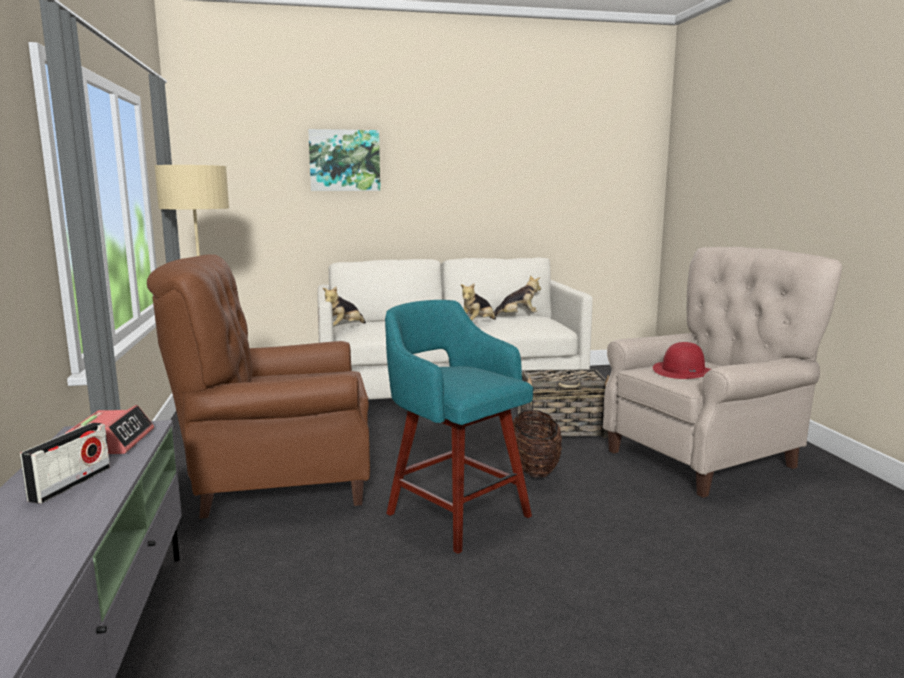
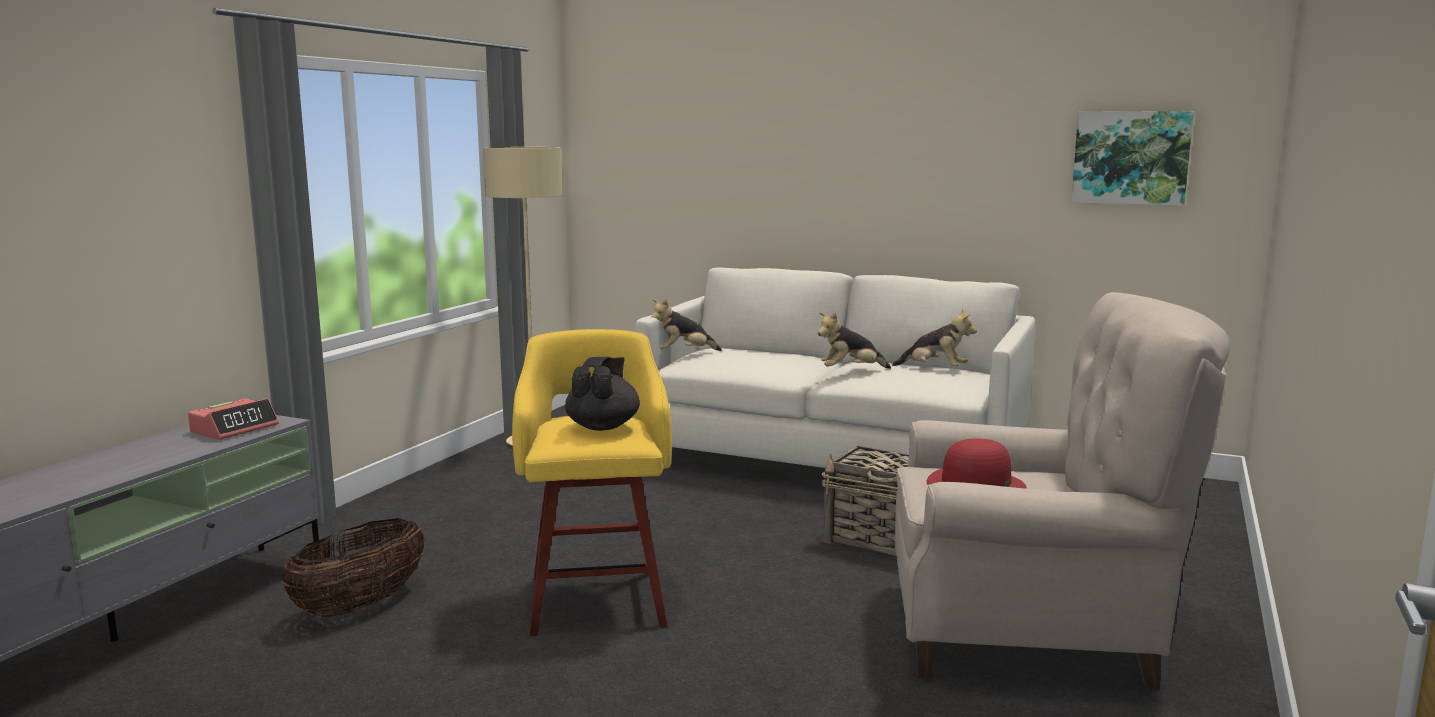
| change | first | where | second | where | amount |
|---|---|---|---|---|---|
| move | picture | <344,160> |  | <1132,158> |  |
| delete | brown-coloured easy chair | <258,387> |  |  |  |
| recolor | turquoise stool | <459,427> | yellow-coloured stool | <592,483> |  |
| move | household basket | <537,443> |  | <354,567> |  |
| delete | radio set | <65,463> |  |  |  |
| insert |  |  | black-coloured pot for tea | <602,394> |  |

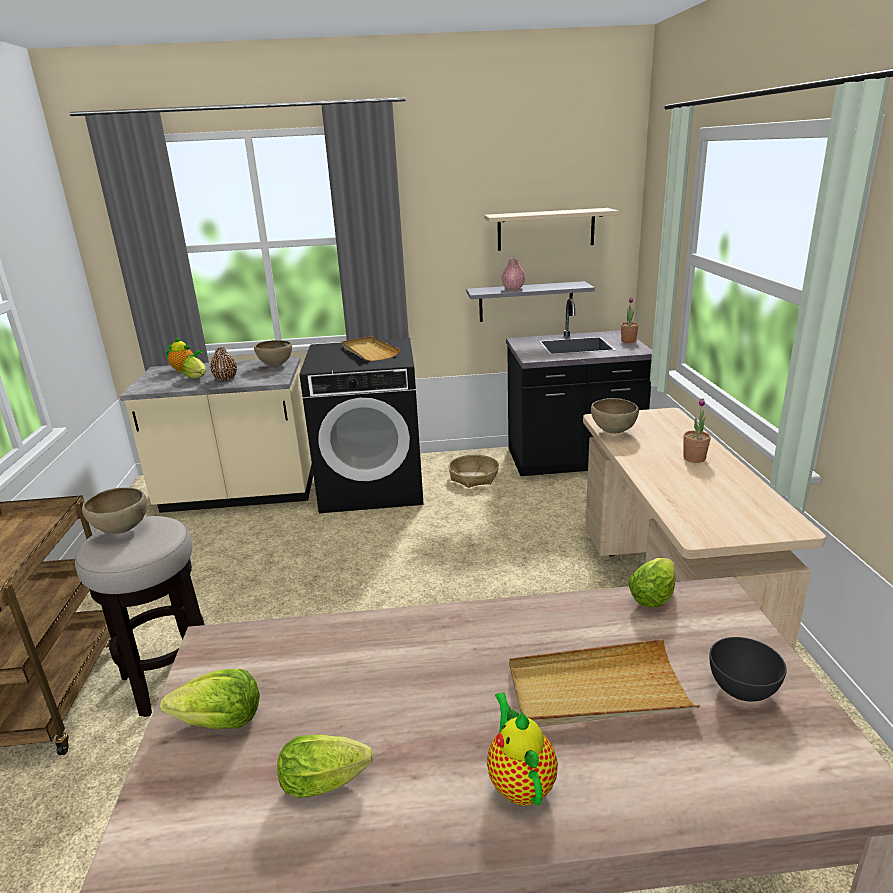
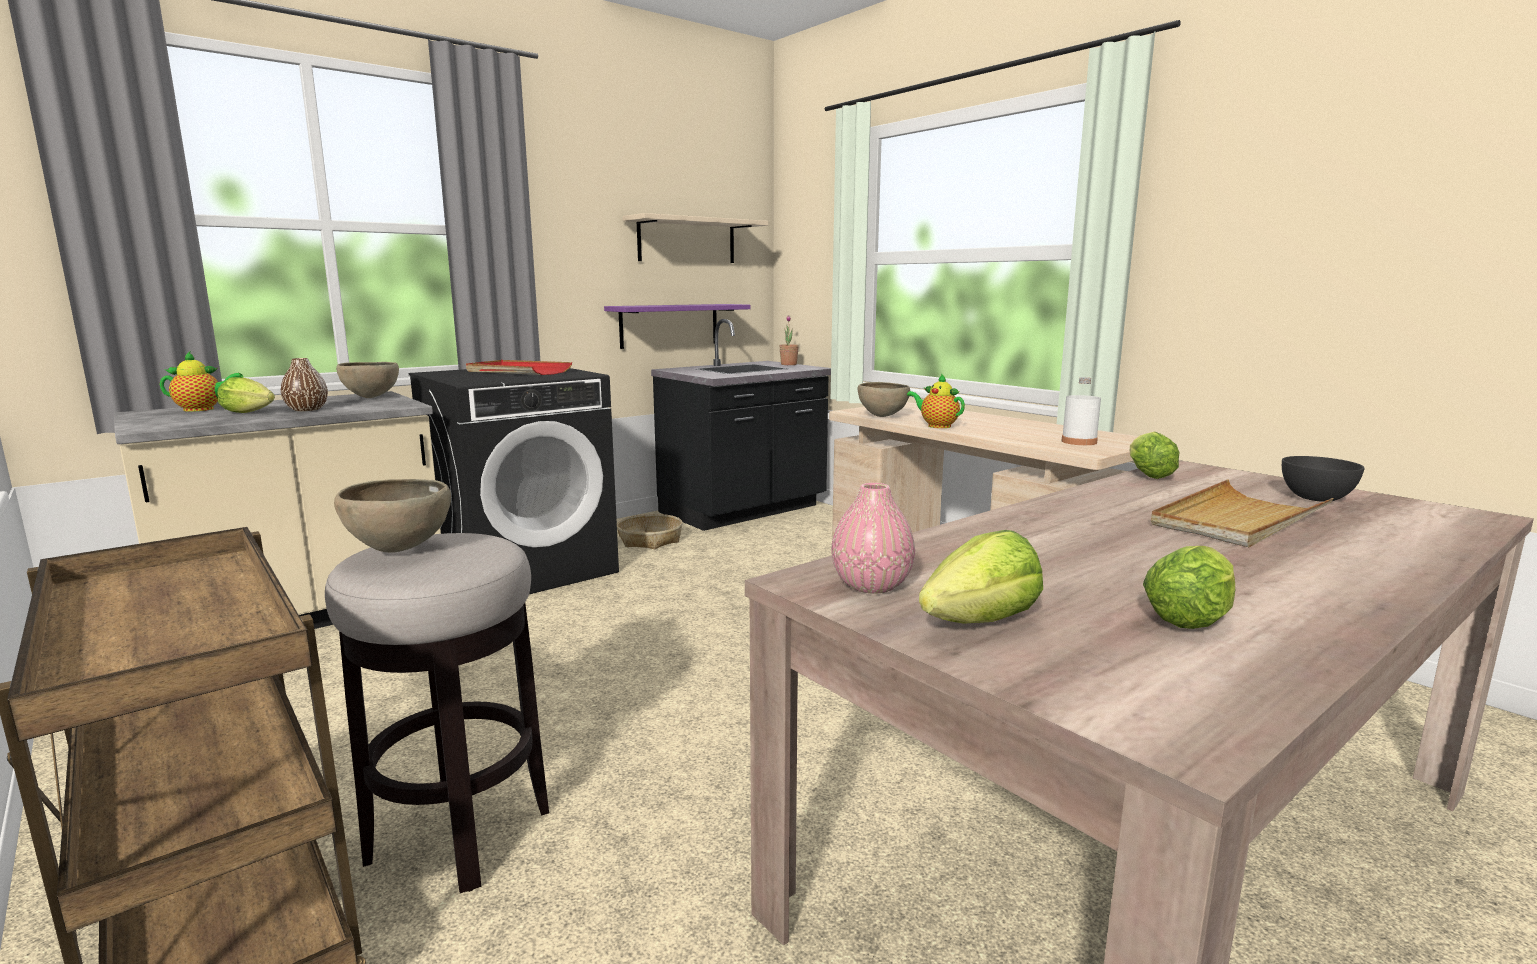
| change | first | where | second | where | amount |
|---|---|---|---|---|---|
| move | pinkish decorative vase | <513,274> |  | <873,538> |  |
| recolor | grey wall shelf | <530,301> | purple wall shelf | <677,326> |  |
| recolor | sand-coloured tray | <371,348> | reddish tray | <519,367> |  |
| delete | plant in a pot | <697,430> |  |  |  |
| move | pot for tea | <522,749> |  | <936,400> |  |
| insert |  |  | white-coloured bottle | <1081,411> |  |

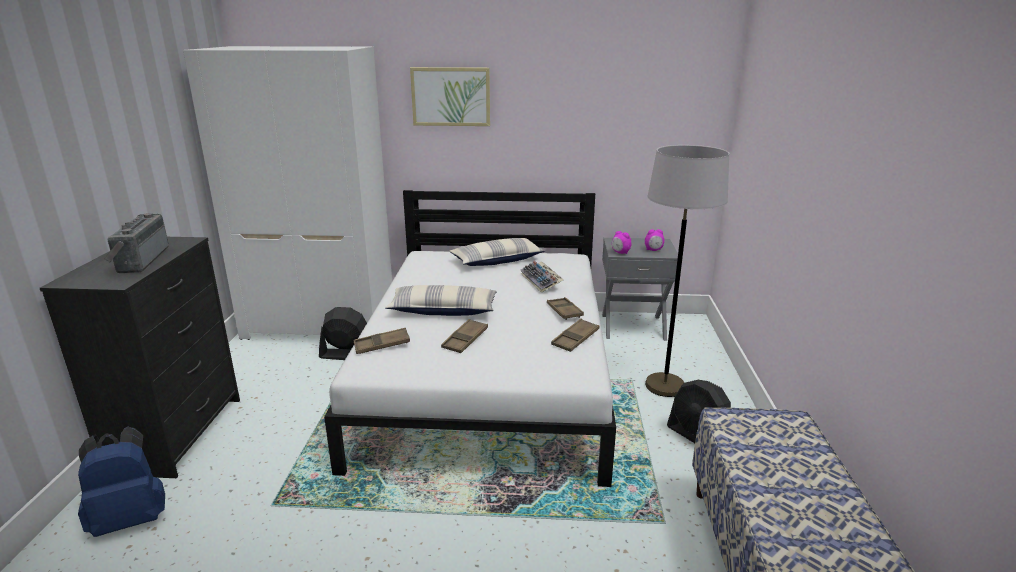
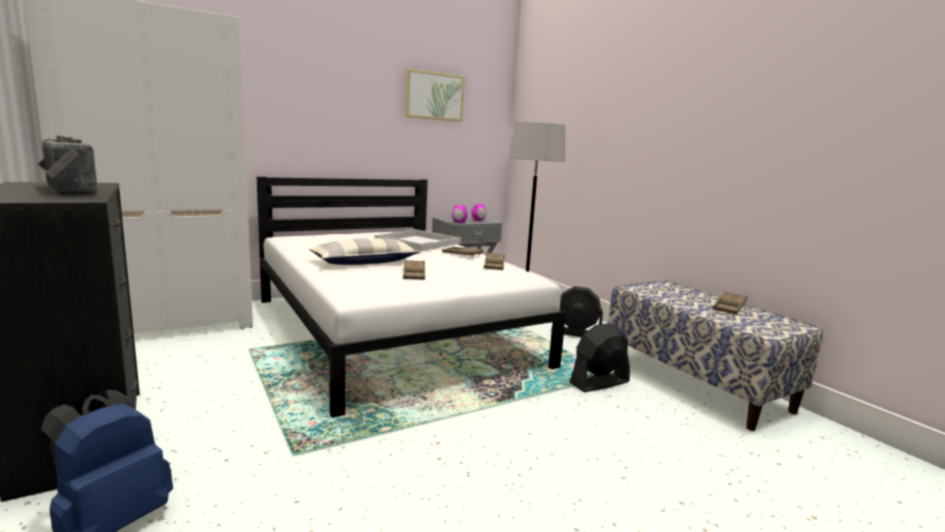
| change | first | where | second | where | amount |
|---|---|---|---|---|---|
| move | picture | <450,96> |  | <435,95> |  |
| delete | pillow | <497,252> |  |  |  |
| replace | keyboard | <542,277> | white-coloured tray | <418,240> |  |
| move | black-coloured electric fan | <343,333> |  | <599,357> |  |
| move | brown-coloured tray | <381,341> |  | <730,302> |  |

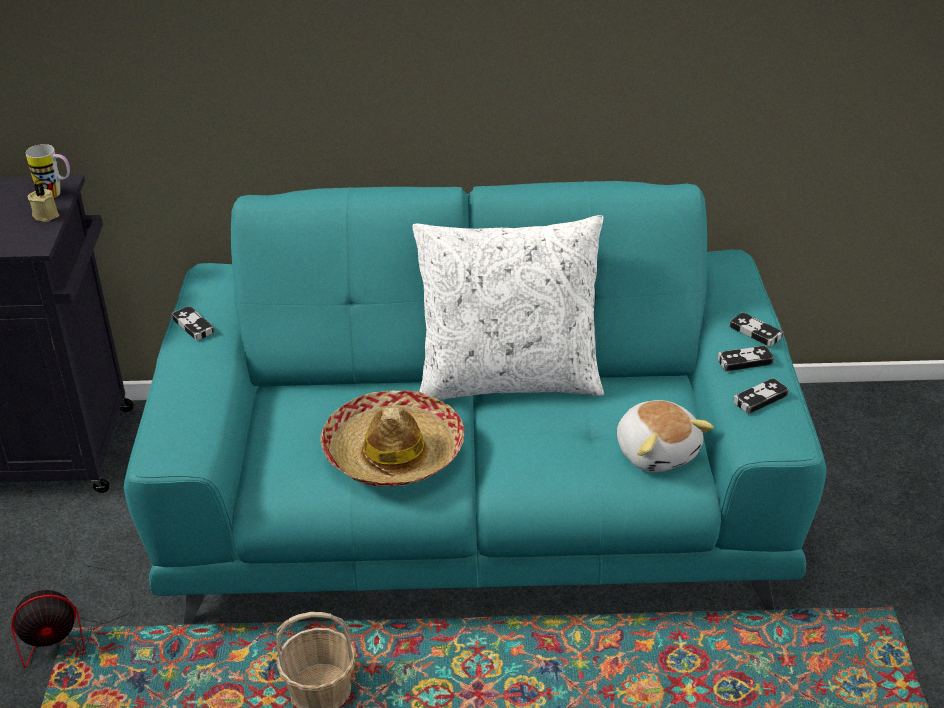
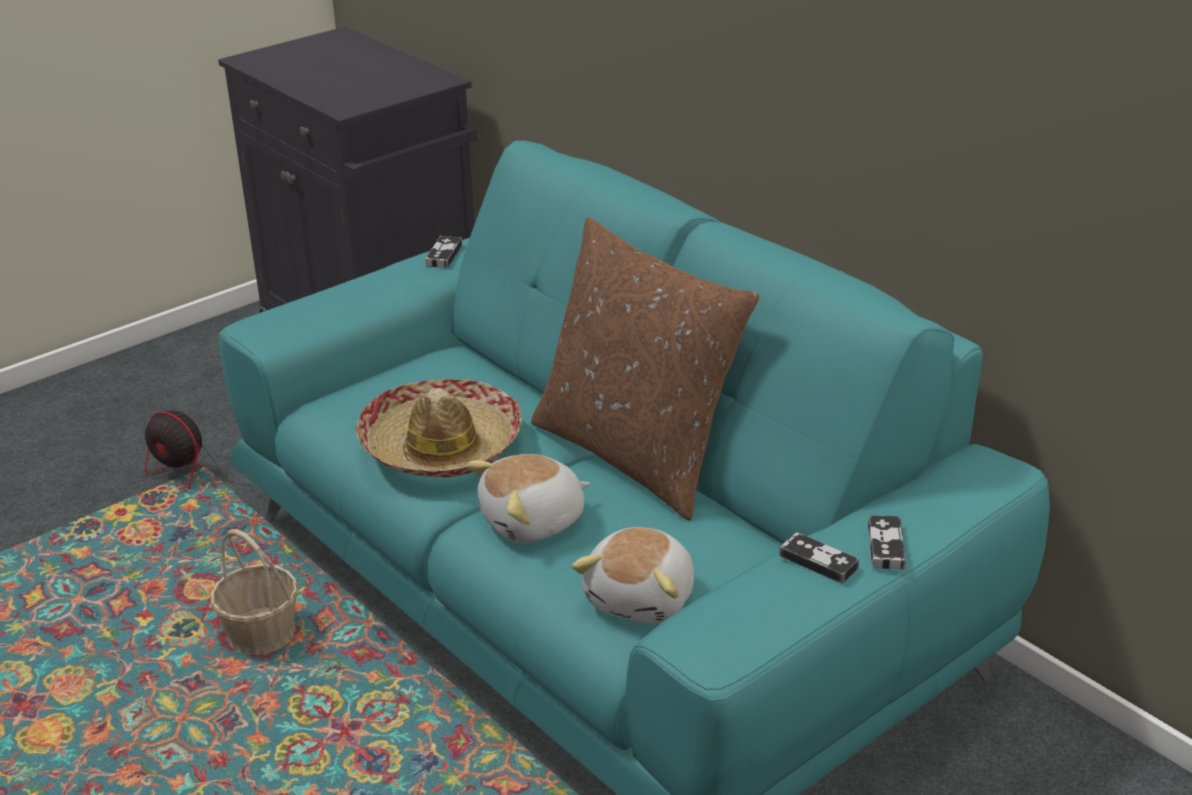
| change | first | where | second | where | amount |
|---|---|---|---|---|---|
| delete | mug | <48,171> |  |  |  |
| delete | sand-coloured wax light | <43,202> |  |  |  |
| recolor | white-coloured pillow | <508,307> | brown-coloured pillow | <645,369> |  |
| delete | gamepad | <761,396> |  |  |  |
| insert |  |  | cuddly toy | <528,498> |  |

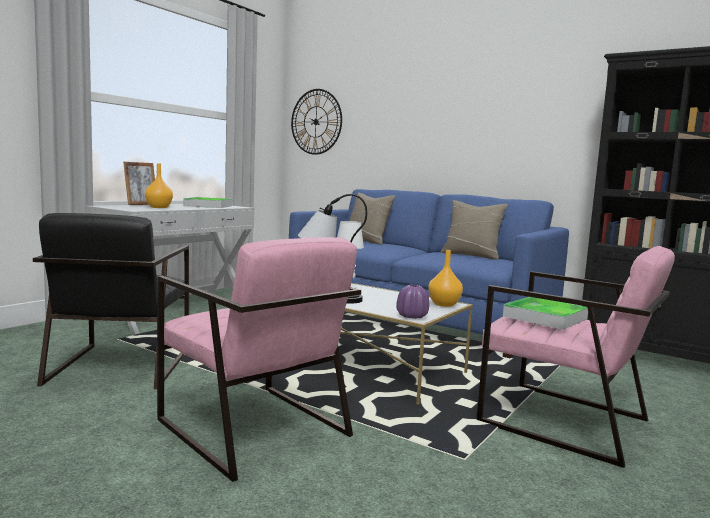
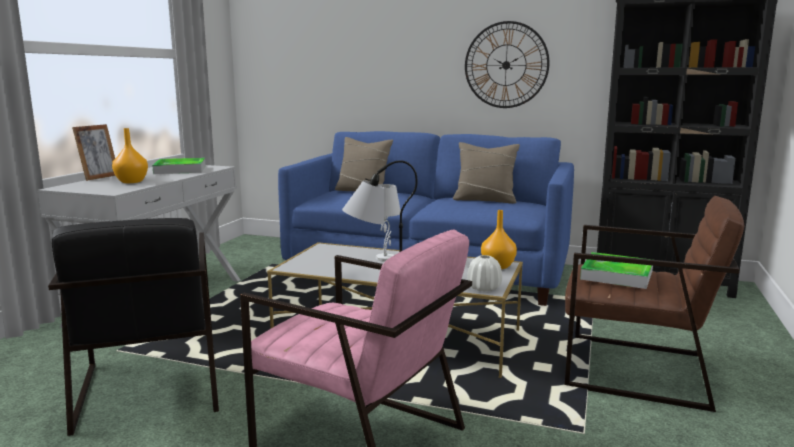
| change | first | where | second | where | amount |
|---|---|---|---|---|---|
| move | clock on the wall | <316,122> |  | <507,64> |  |
| recolor | pinkish easy chair | <576,357> | brown-coloured easy chair | <654,304> |  |
| recolor | purple decorative vase | <412,302> | white-coloured decorative vase | <484,273> |  |

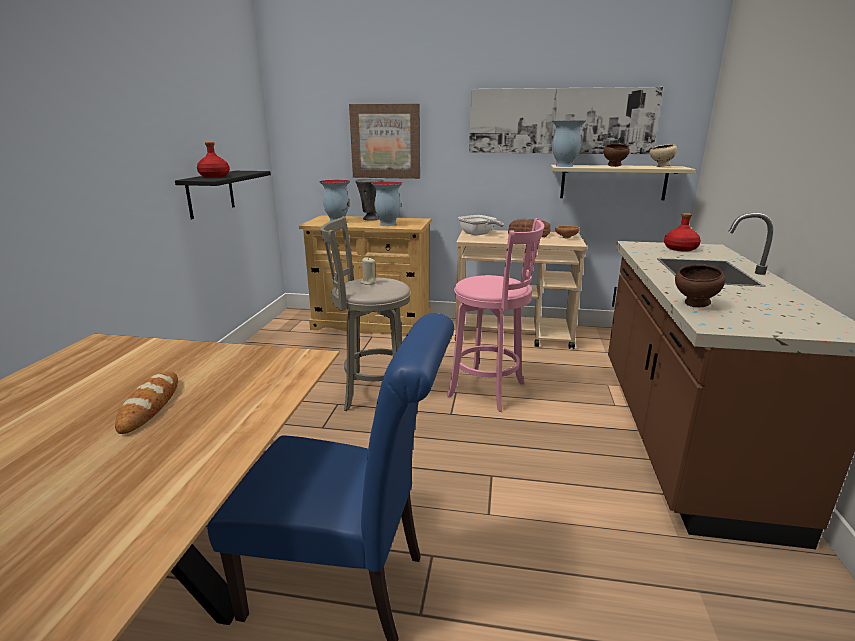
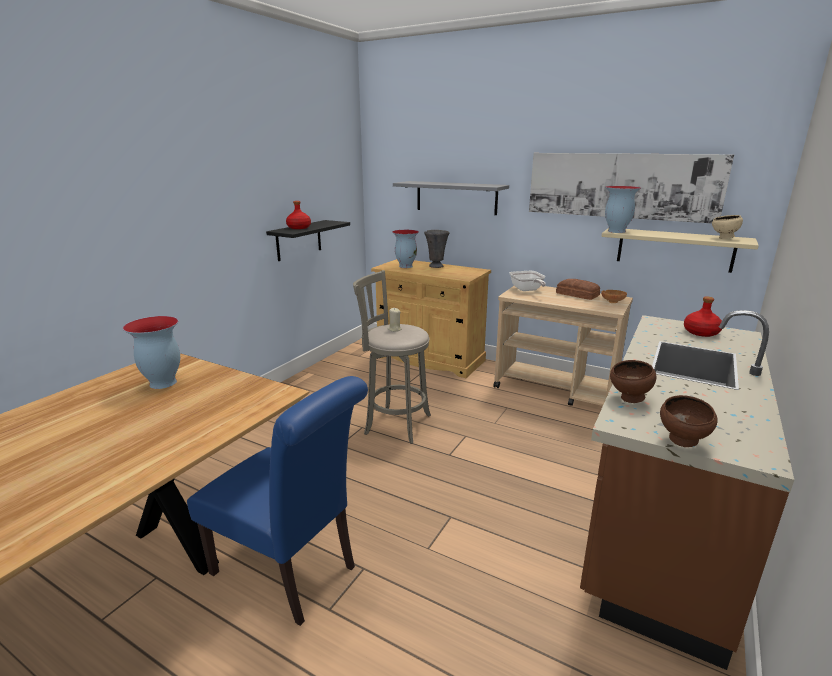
| change | first | where | second | where | amount |
|---|---|---|---|---|---|
| replace | picture | <384,141> | grey wall shelf | <451,198> |  |
| move | brown-coloured serving bowl | <616,155> |  | <689,421> |  |
| move | decorative vase | <387,203> |  | <151,352> |  |
| delete | pinkish stool | <495,315> |  |  |  |
| delete | baked bread | <146,402> |  |  |  |

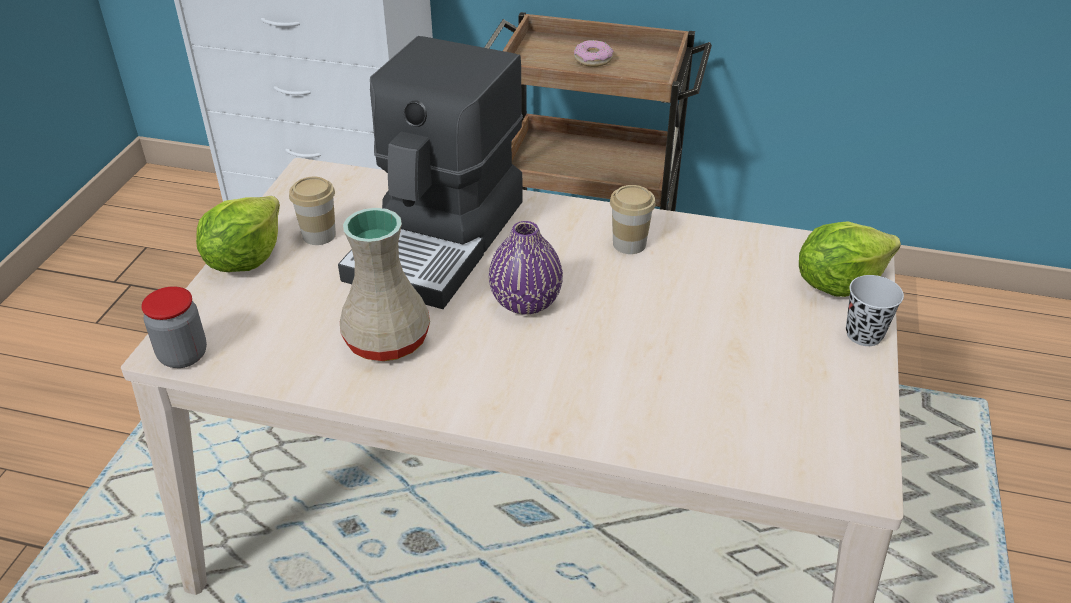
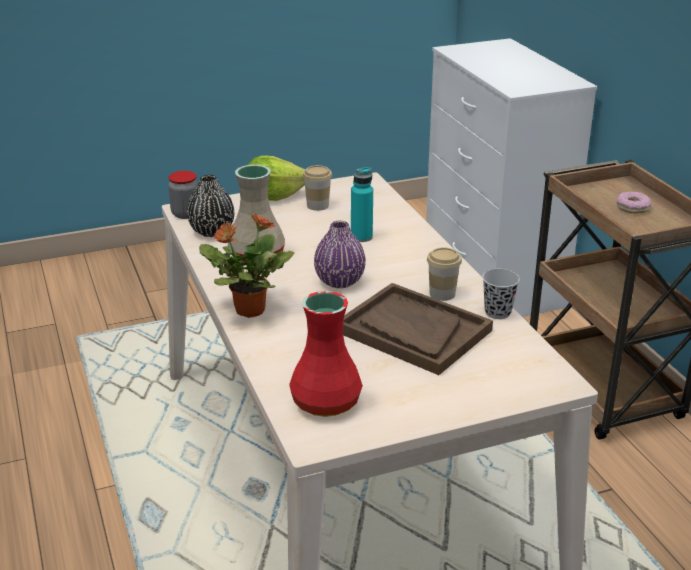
| change | first | where | second | where | amount |
|---|---|---|---|---|---|
| replace | coffee maker | <430,172> | turquoise bottle | <362,204> |  |
| delete | lettuce head | <850,259> |  |  |  |
| move | black-coloured drinking cup | <875,310> |  | <501,294> |  |
| insert |  |  | black-coloured decorative vase | <211,206> |  |
| insert |  |  | plant in a pot | <247,265> |  |
| insert |  |  | brown-coloured tray | <418,329> |  |
| insert |  |  | reddish decorative vase | <326,354> |  |

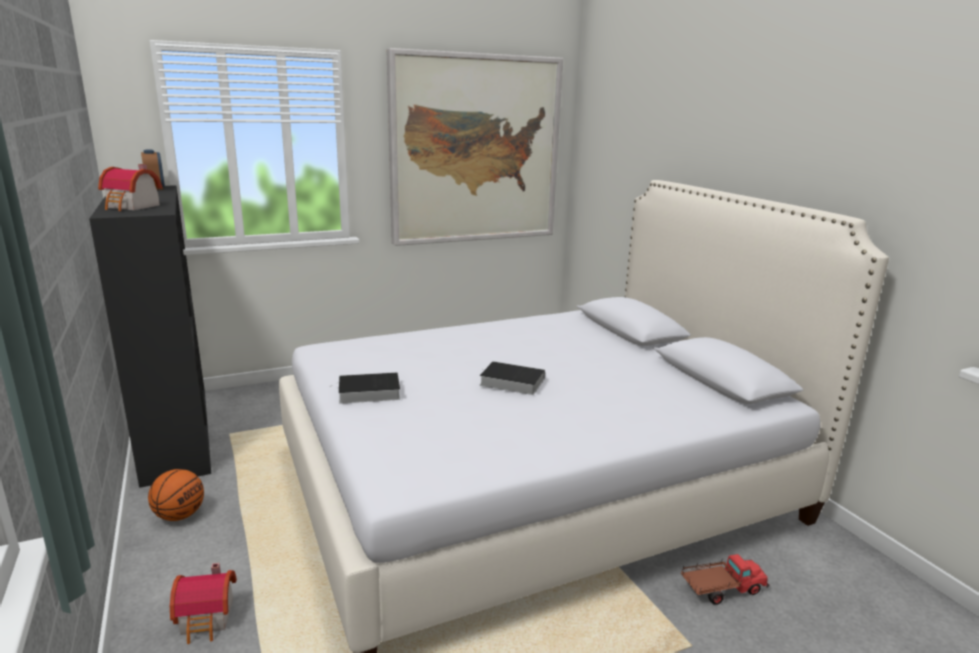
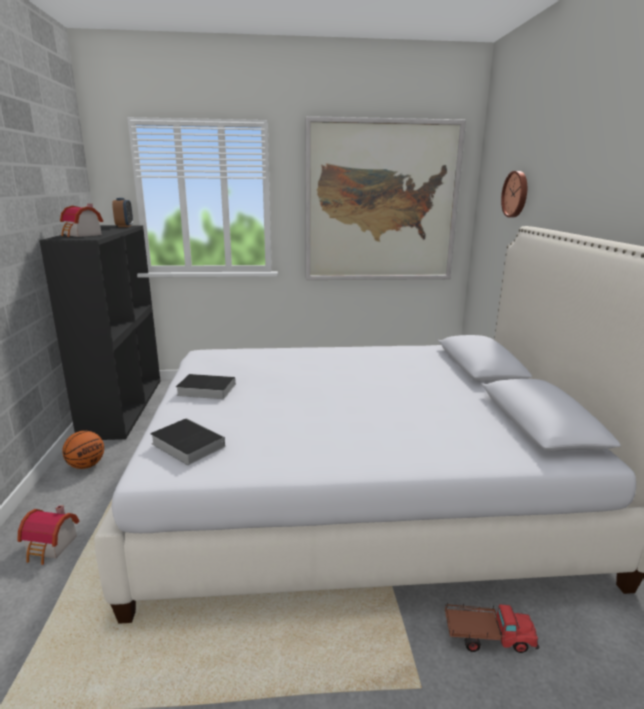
| change | first | where | second | where | amount |
|---|---|---|---|---|---|
| move | volume | <512,378> |  | <187,441> |  |
| insert |  |  | clock on the wall | <514,194> |  |

